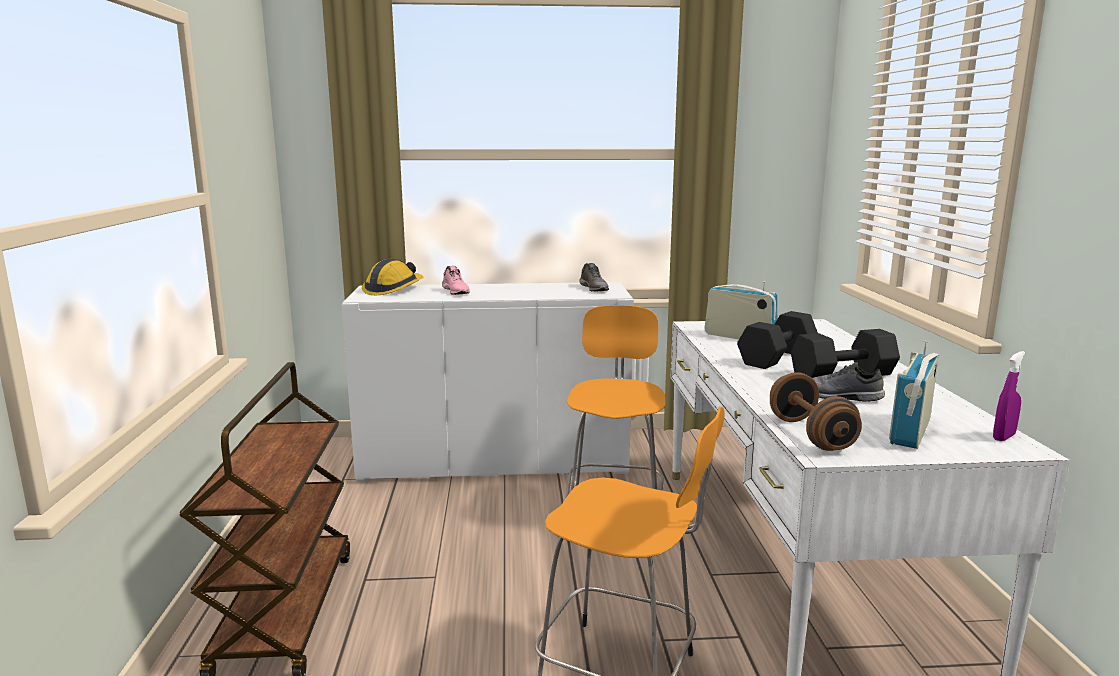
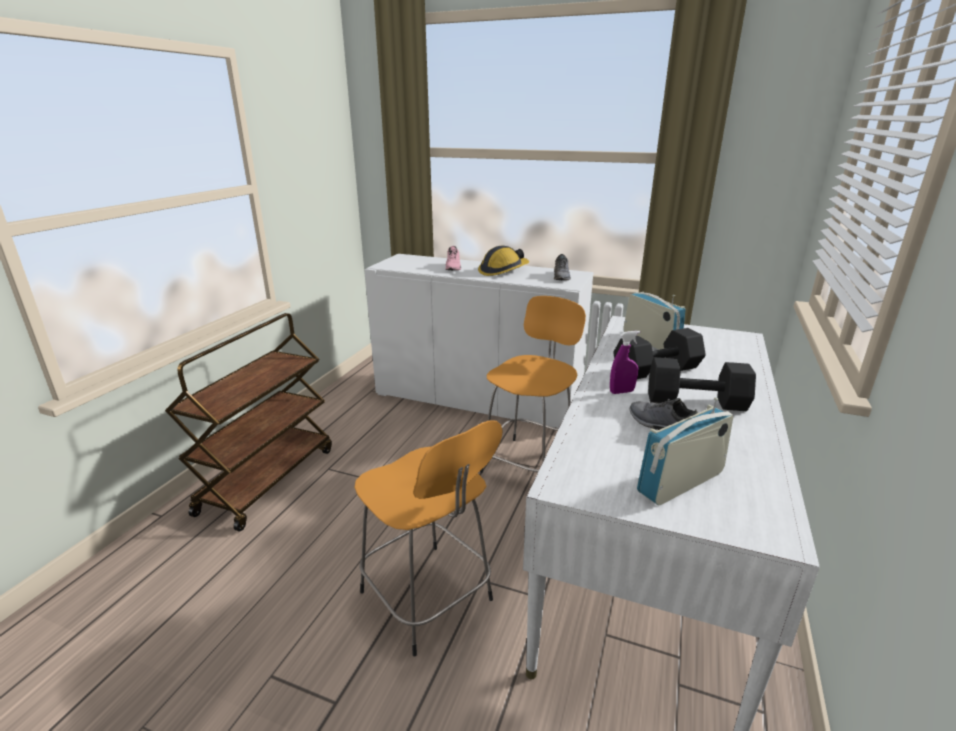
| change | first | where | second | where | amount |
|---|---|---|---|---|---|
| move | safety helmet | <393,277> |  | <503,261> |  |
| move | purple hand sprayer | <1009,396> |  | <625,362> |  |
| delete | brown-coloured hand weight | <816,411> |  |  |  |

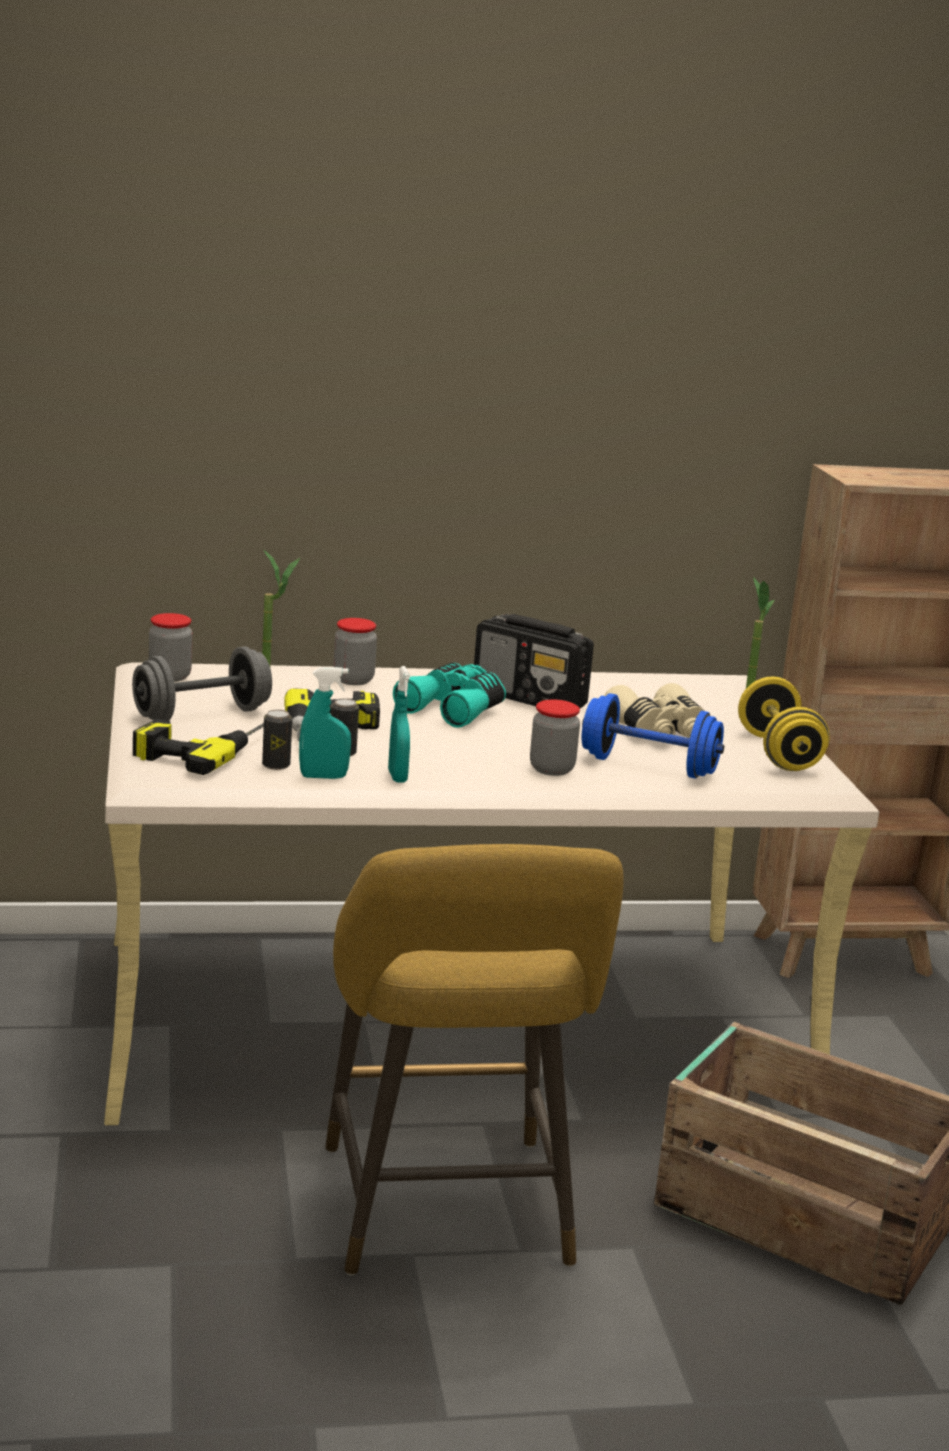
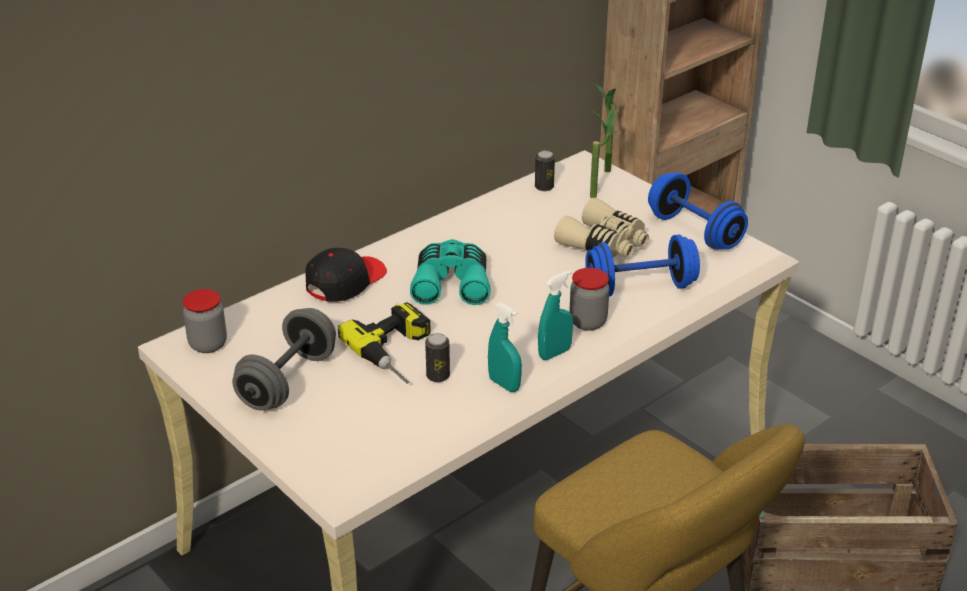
| change | first | where | second | where | amount |
|---|---|---|---|---|---|
| move | plant in a pot | <281,607> |  | <604,152> |  |
| delete | radio set | <534,661> |  |  |  |
| replace | jar | <355,651> | black-coloured cap | <346,274> |  |
| move | turquoise hand sprayer | <325,723> |  | <555,315> |  |
| recolor | yellow-coloured hand weight | <784,723> | bluish hand weight | <698,211> |  |
| move | metal can | <277,740> |  | <545,170> |  |
| delete | power drill | <198,747> |  |  |  |

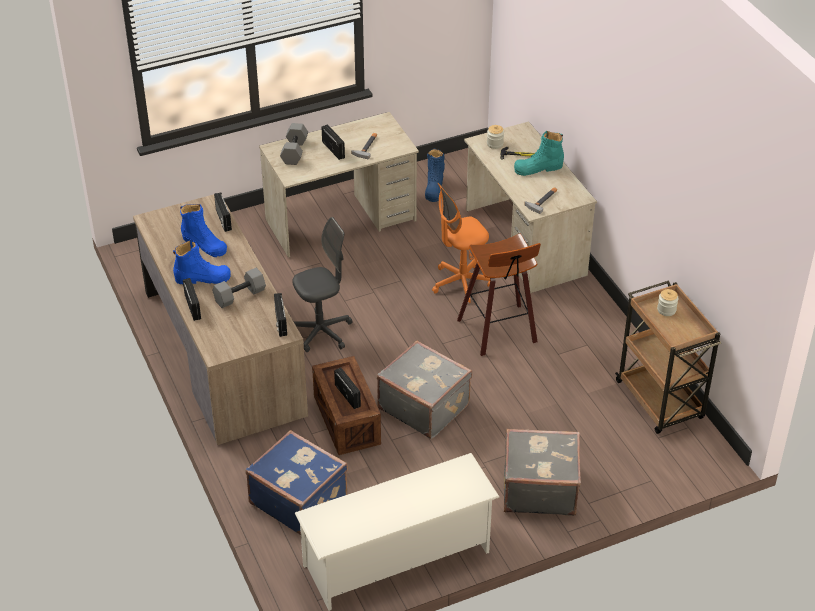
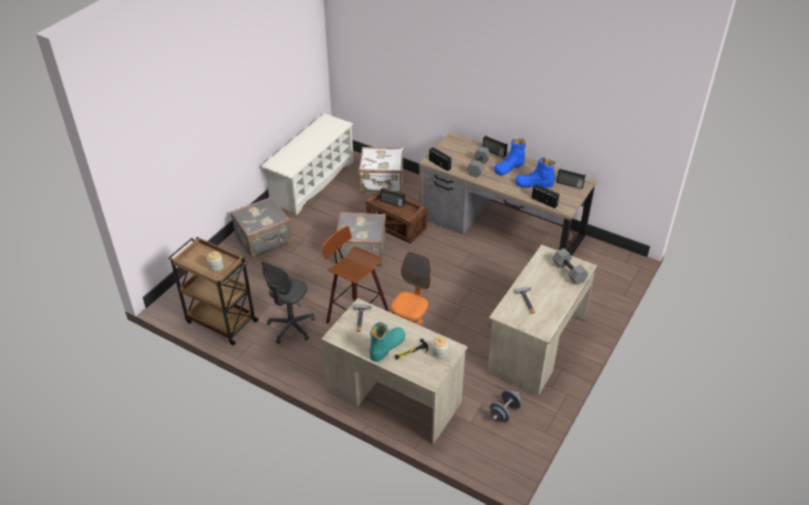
| change | first | where | second | where | amount |
|---|---|---|---|---|---|
| move | radio set | <333,142> |  | <571,178> |  |
| replace | bluish boot | <435,175> | grey hand weight | <506,406> |  |
| move | grey computer chair | <322,284> |  | <288,302> |  |
| recolor | bluish suitcase | <297,482> | white-coloured suitcase | <381,170> |  |

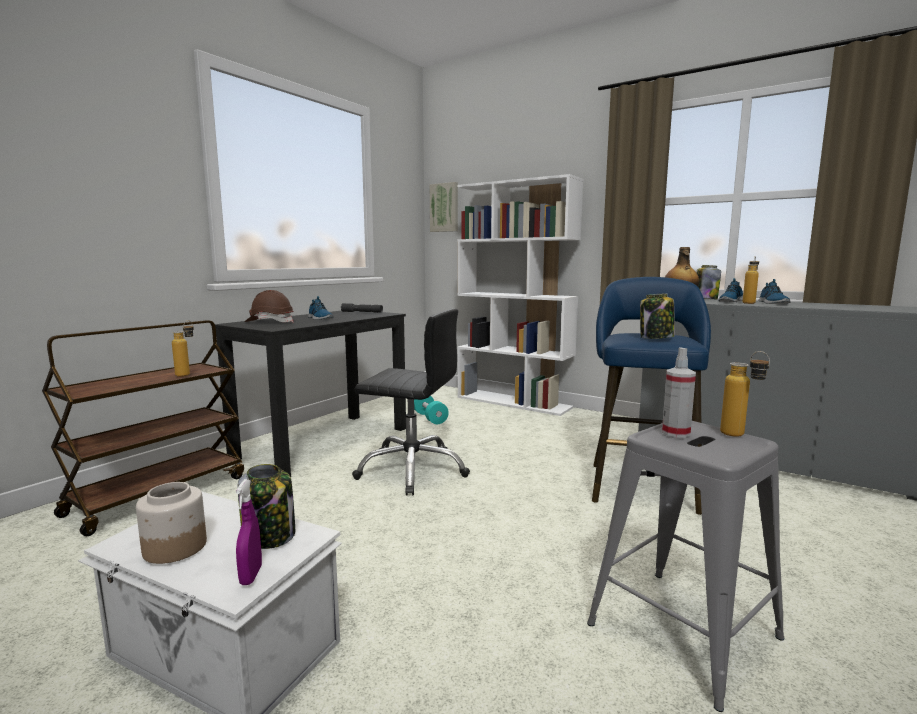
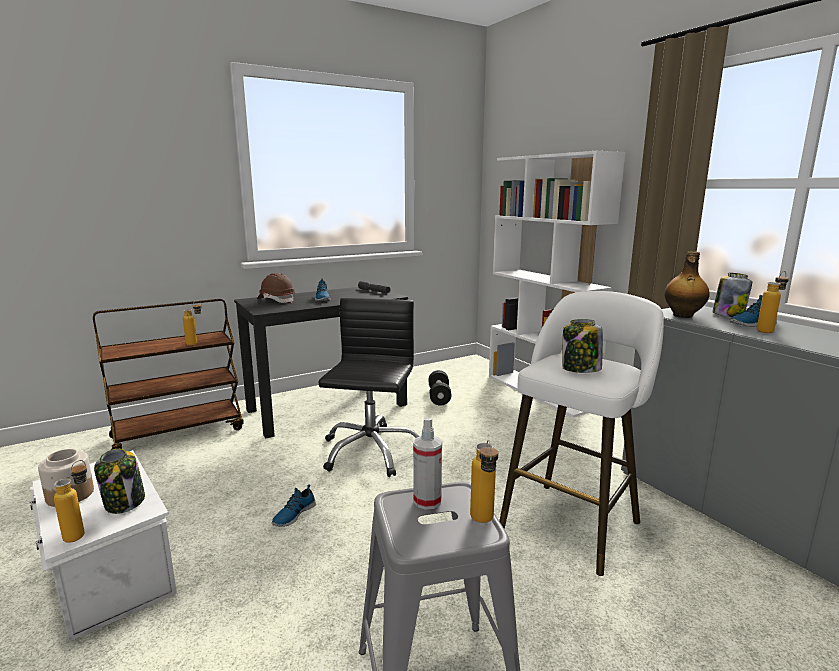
| change | first | where | second | where | amount |
|---|---|---|---|---|---|
| delete | picture | <444,207> |  |  |  |
| recolor | bluish stool | <651,396> | white-coloured stool | <581,433> |  |
| move | shoe | <775,291> |  | <294,505> |  |
| rotate | black-coloured computer chair | <411,402> |  | <368,387> | 120 degrees counterclockwise |
| recolor | turquoise hand weight | <431,410> | black-coloured hand weight | <440,388> |  |
| replace | purple hand sprayer | <249,532> | bottle | <70,501> |  |

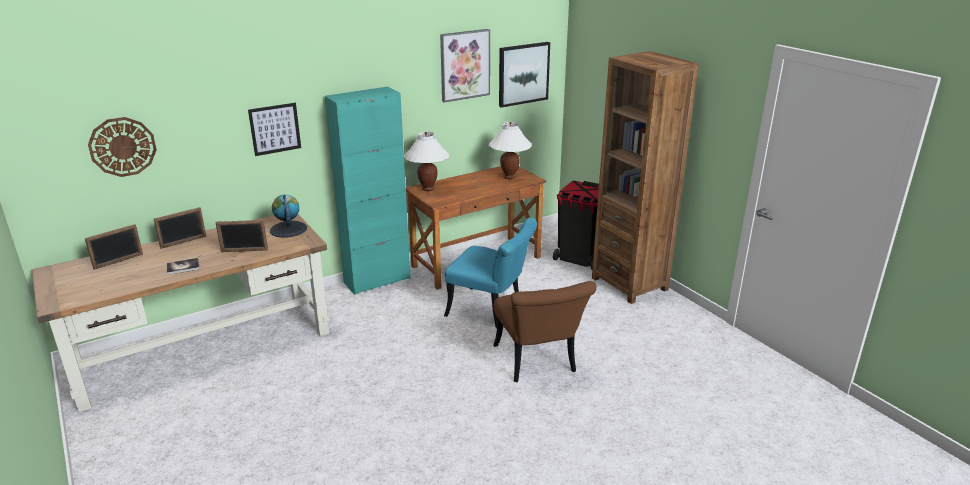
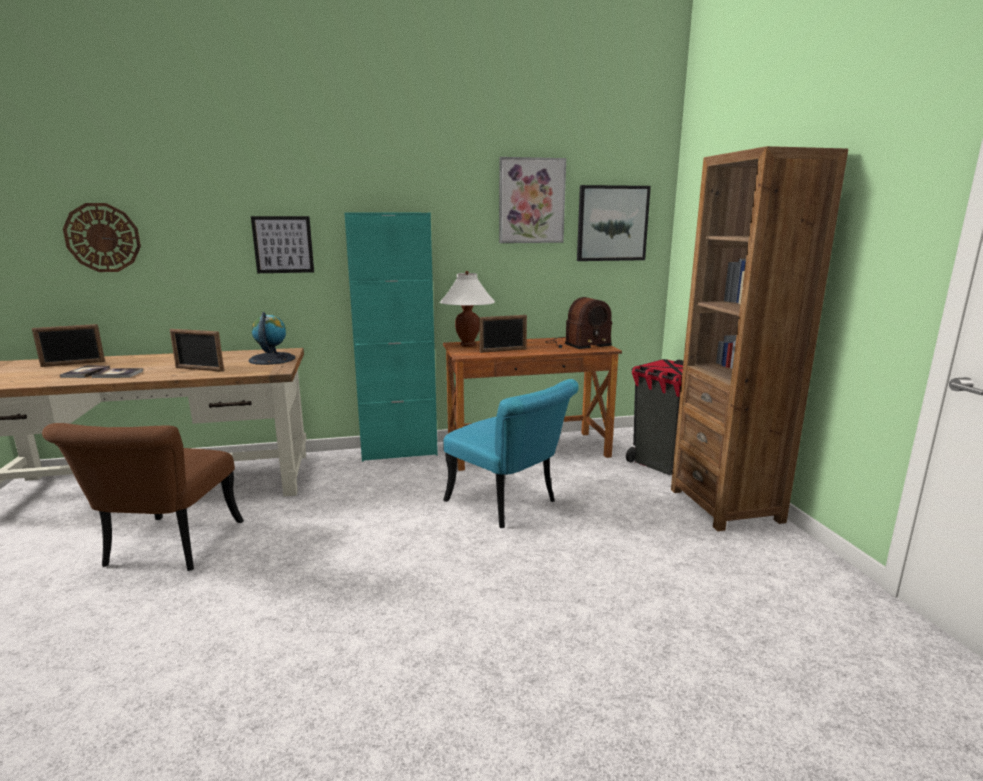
| change | first | where | second | where | amount |
|---|---|---|---|---|---|
| replace | white-coloured table lamp | <510,150> | radio set | <579,323> |  |
| move | standing frame | <180,228> |  | <503,334> |  |
| move | brown-coloured chair | <544,331> |  | <143,497> |  |
| insert |  |  | volume | <85,371> |  |

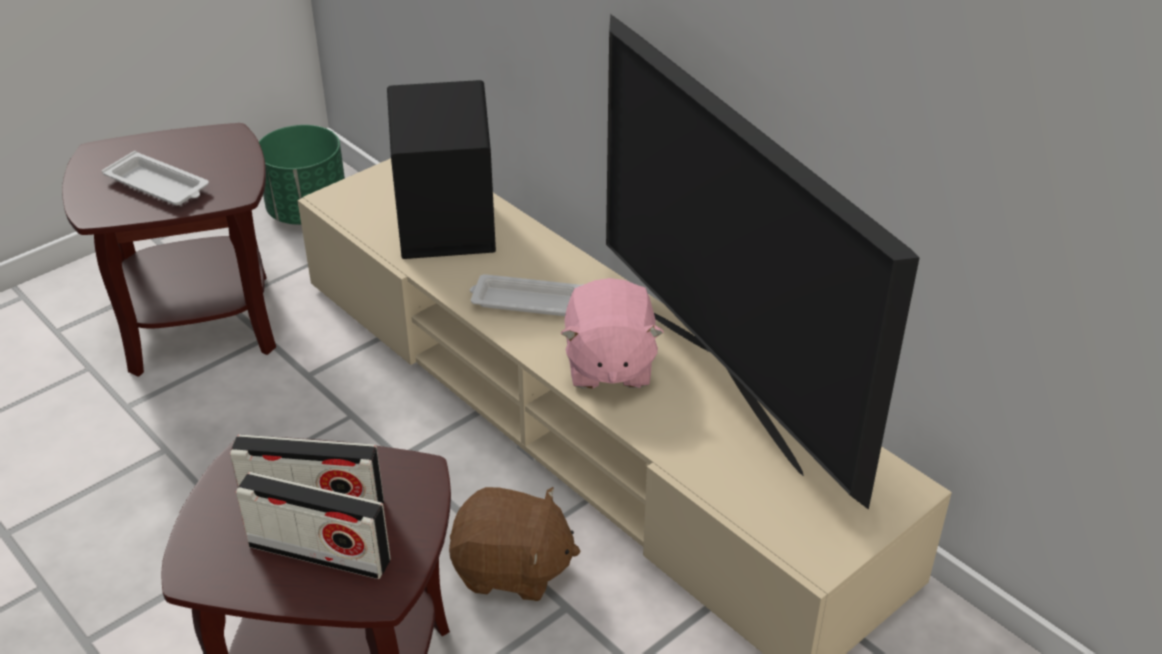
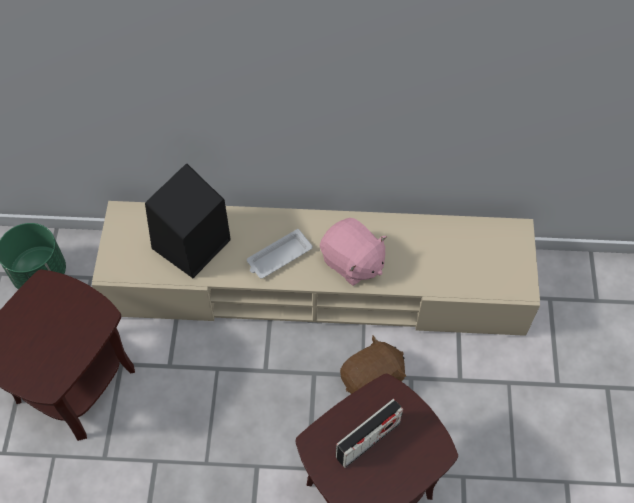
| change | first | where | second | where | amount |
|---|---|---|---|---|---|
| delete | TV | <763,262> |  |  |  |
| delete | white-coloured tray | <155,178> |  |  |  |
| delete | radio set | <313,525> |  |  |  |

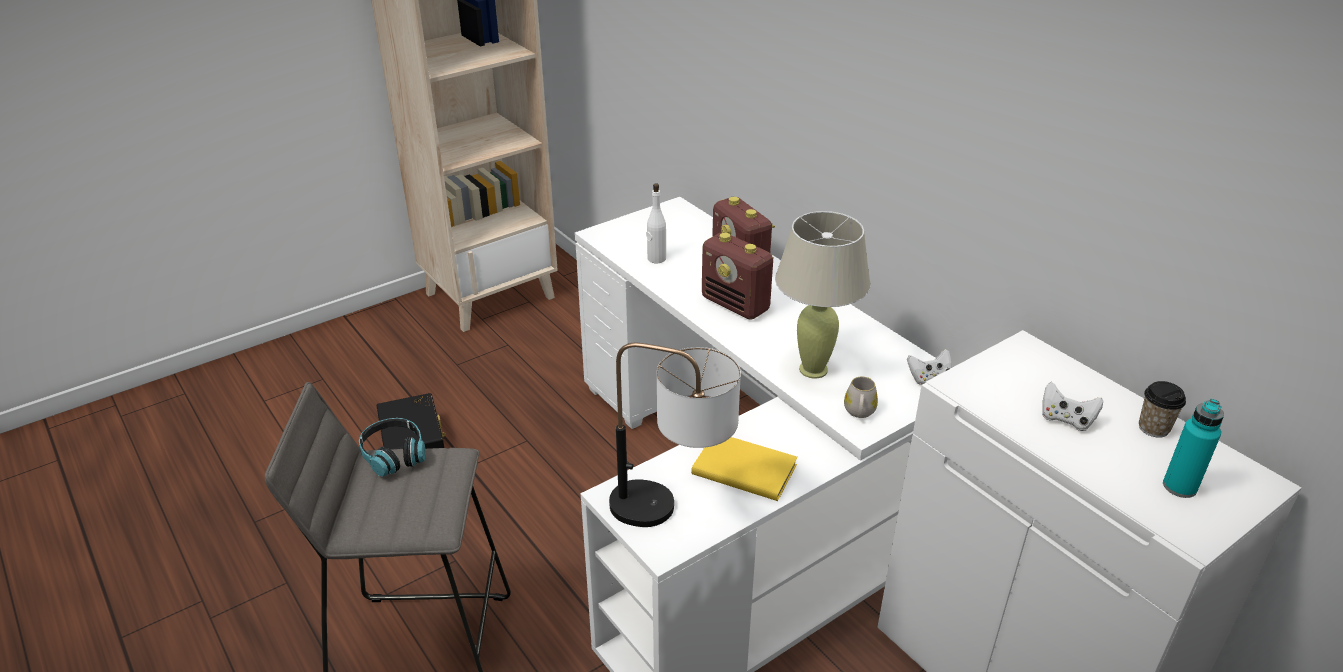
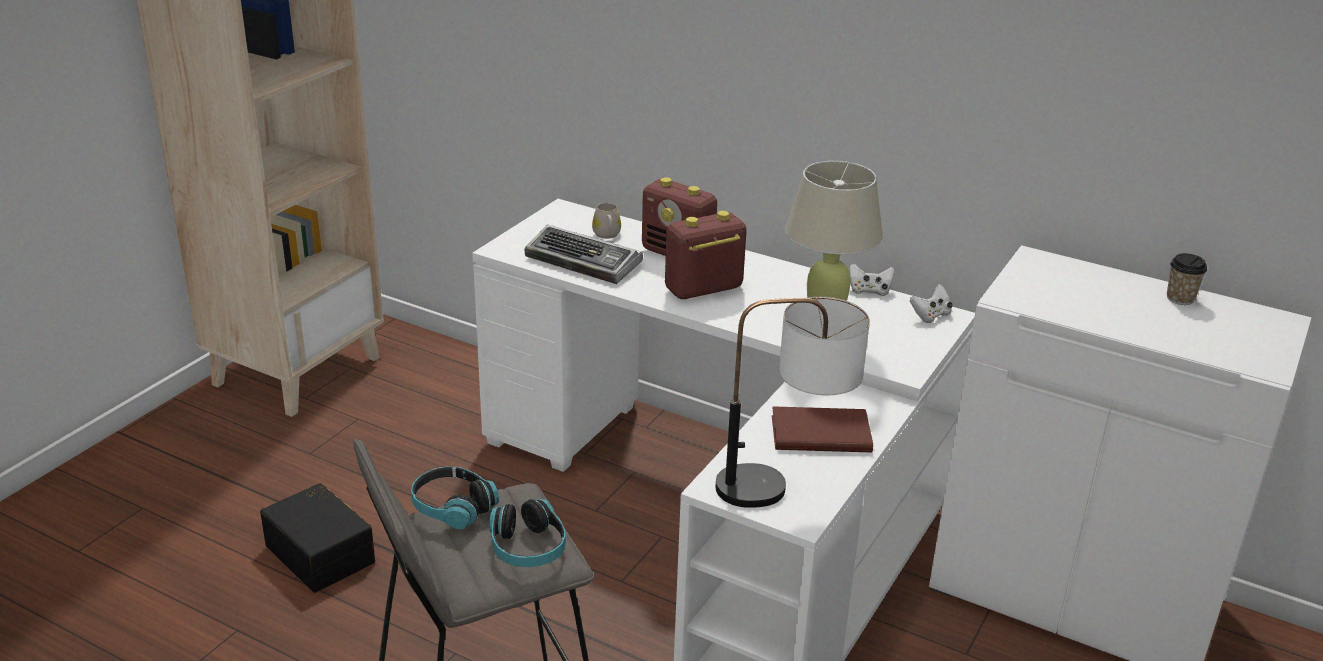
| change | first | where | second | where | amount |
|---|---|---|---|---|---|
| replace | white-coloured bottle | <656,223> | keyboard | <583,254> |  |
| rotate | radio set | <738,276> |  | <706,255> | 135 degrees clockwise |
| move | white-coloured mug | <861,397> |  | <606,221> |  |
| move | white-coloured gamepad | <1072,406> |  | <872,279> |  |
| delete | turquoise bottle | <1193,448> |  |  |  |
| recolor | yellow-coloured volume | <744,469> | brown-coloured volume | <822,429> |  |
| insert |  |  | headphones | <527,533> |  |

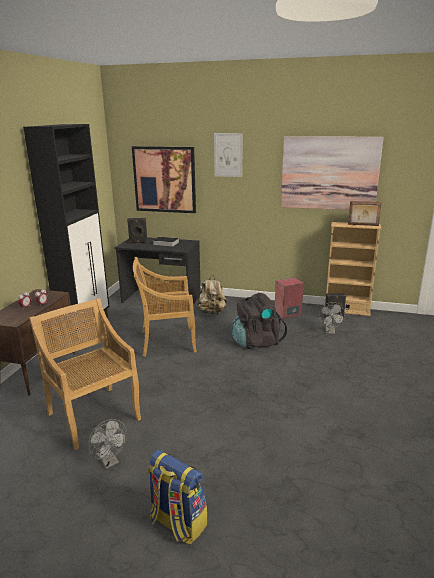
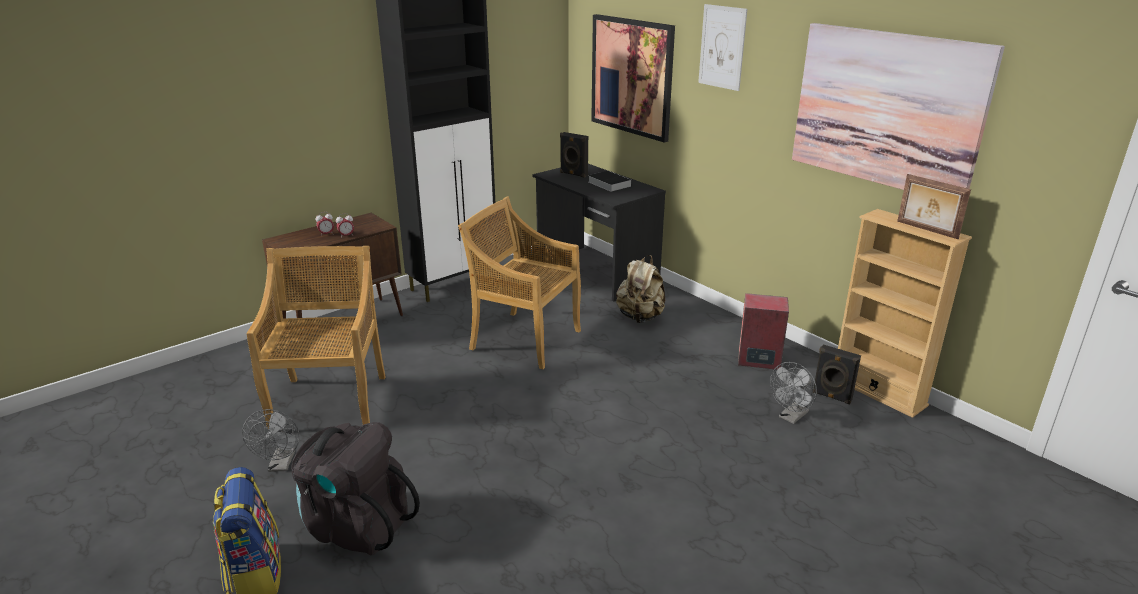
| change | first | where | second | where | amount |
|---|---|---|---|---|---|
| move | black-coloured backpack | <259,321> |  | <355,489> |  |

